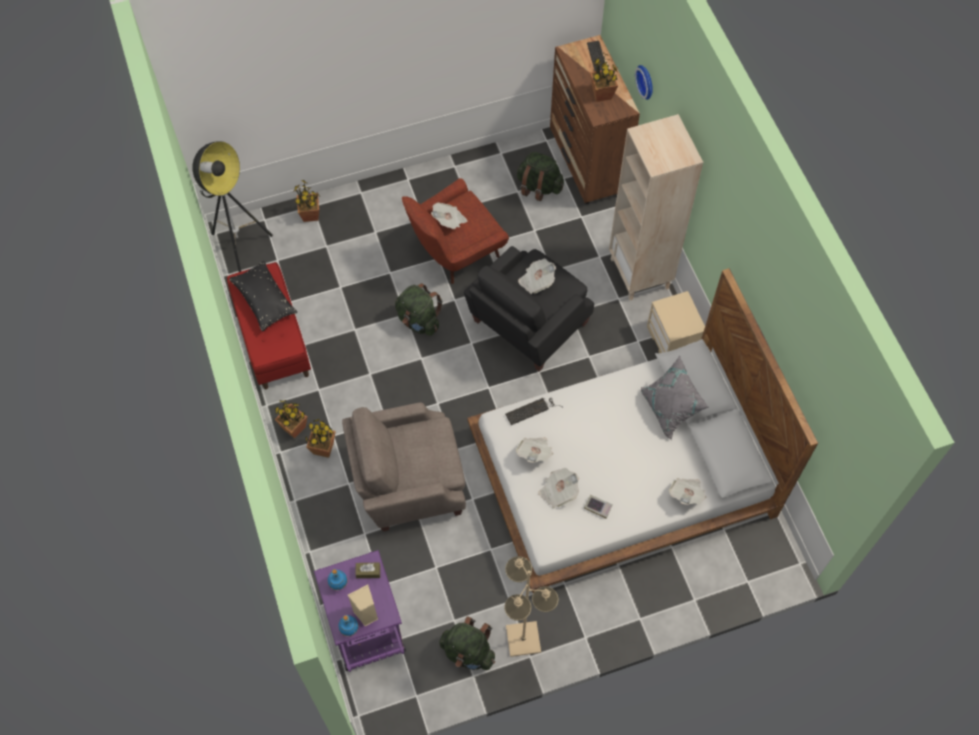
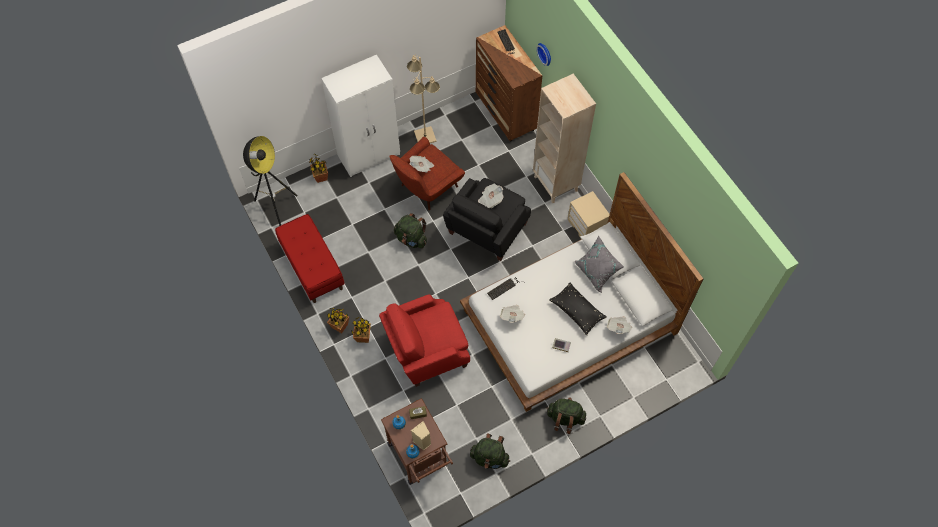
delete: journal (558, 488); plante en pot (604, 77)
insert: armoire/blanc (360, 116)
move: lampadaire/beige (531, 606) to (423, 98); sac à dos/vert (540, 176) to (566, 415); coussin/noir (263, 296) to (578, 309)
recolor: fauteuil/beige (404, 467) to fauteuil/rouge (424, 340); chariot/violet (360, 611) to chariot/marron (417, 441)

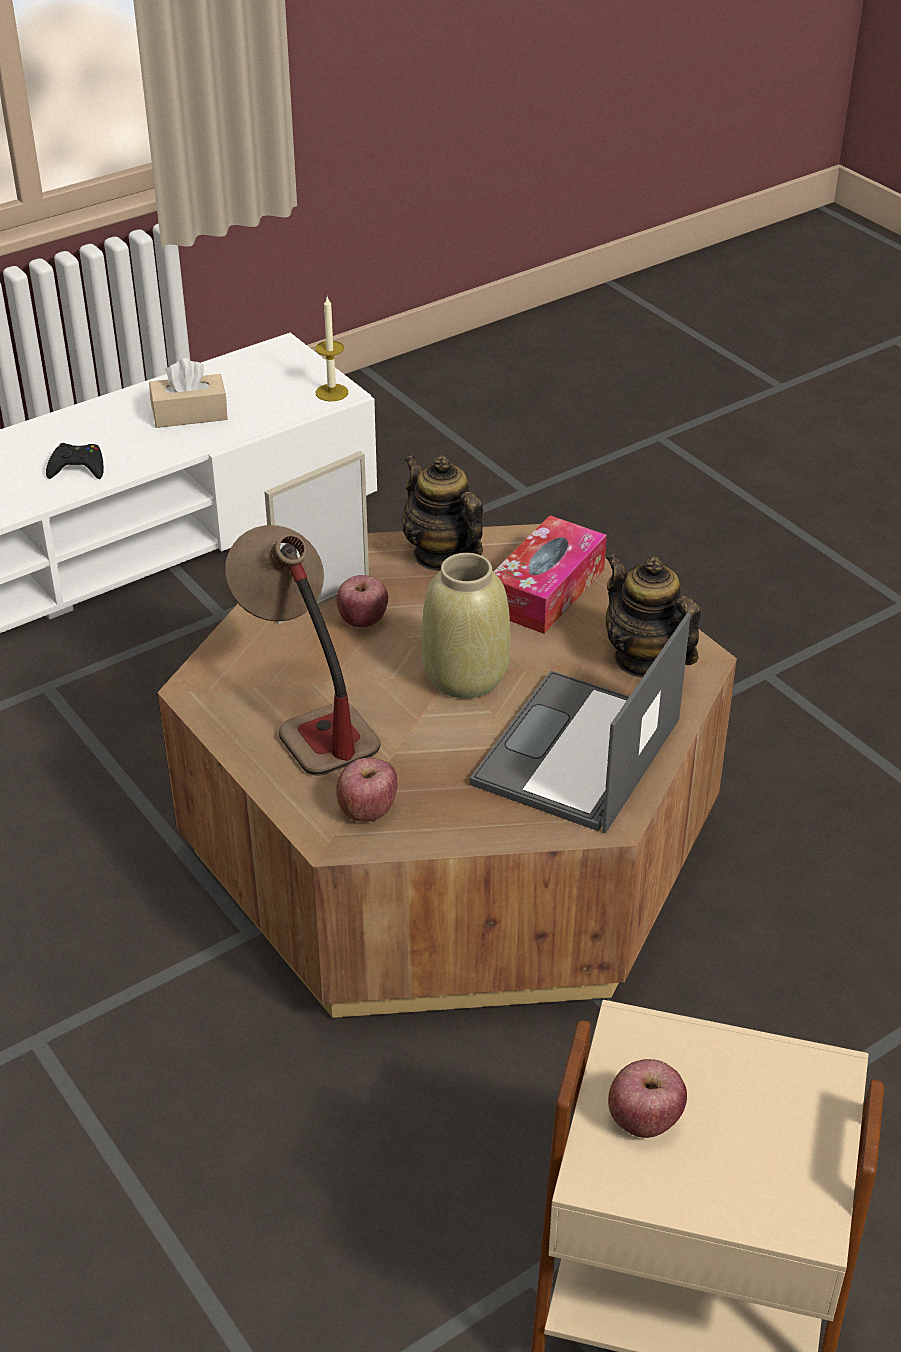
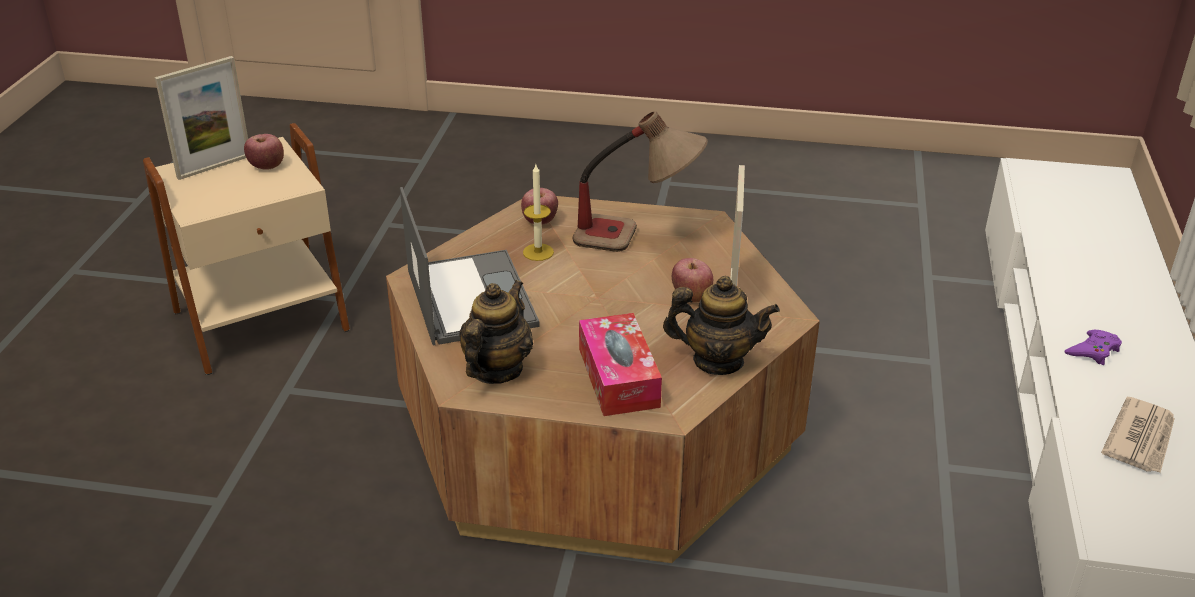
delete: vase/beige (466, 626)
insert: cadre photo (201, 118)
move: bougie (332, 349) to (538, 213)
replace: boîte à mouchoirs/beige (188, 393) to journal (1138, 435)
recolor: manette/noir (75, 461) to manette/violet (1093, 347)
rotate: théière (653, 616) = (496, 332) 75 degrees counterclockwise

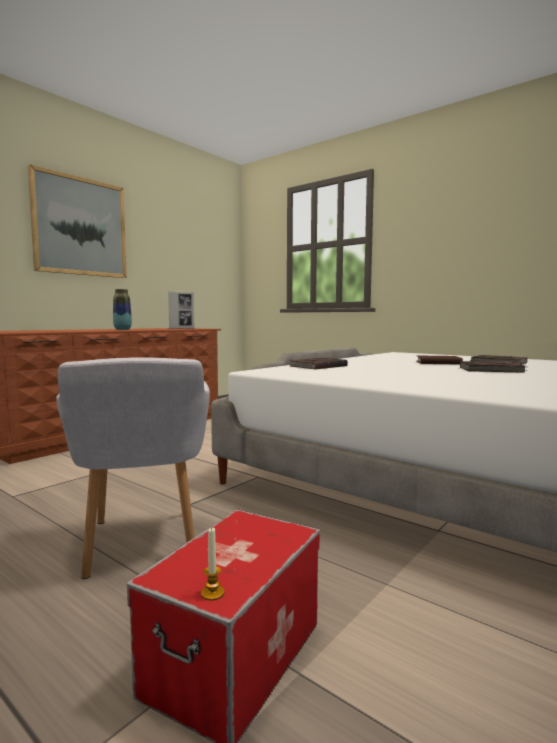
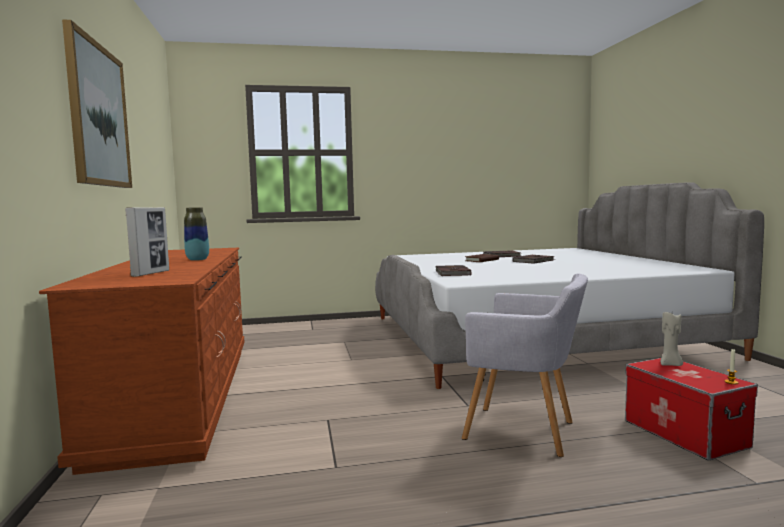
insert: bougie/beige (671, 339)
move: cadre photo (181, 310) to (147, 242)

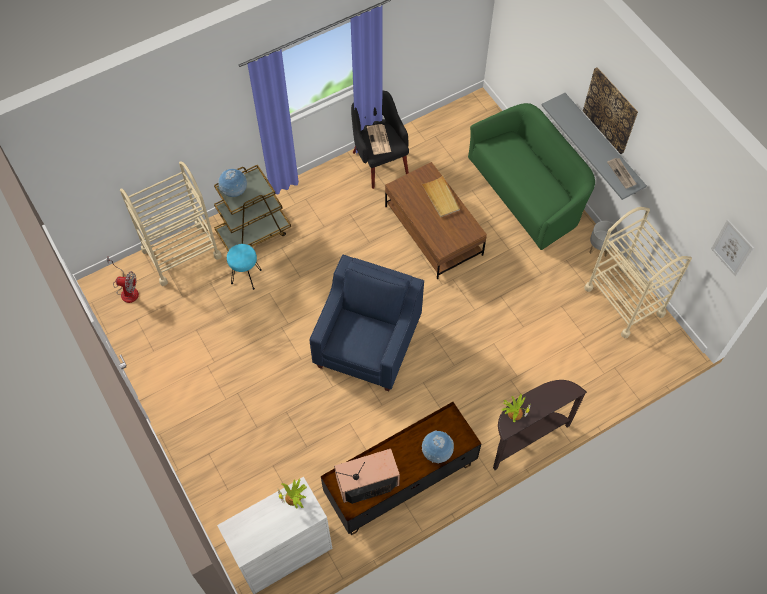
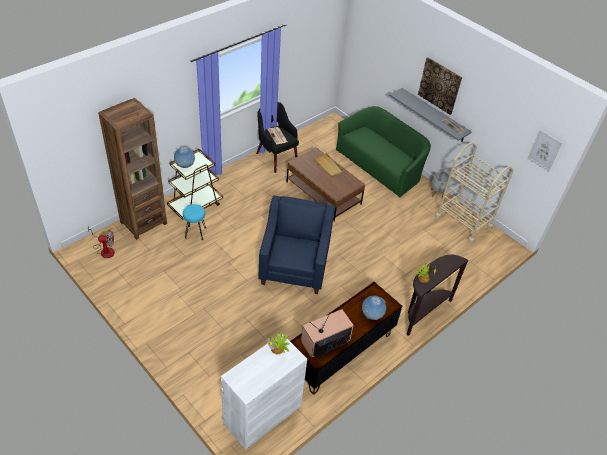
replace: chariot/beige (171, 224) to bibliothèque/marron (132, 169)

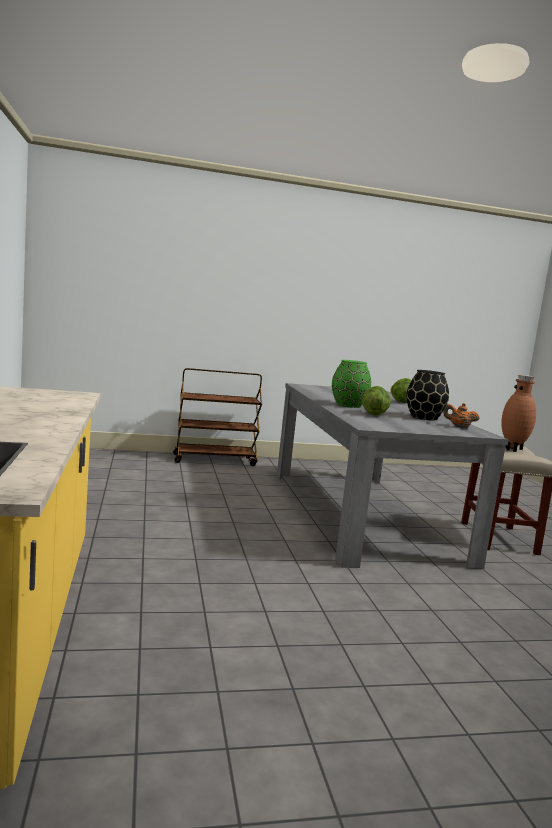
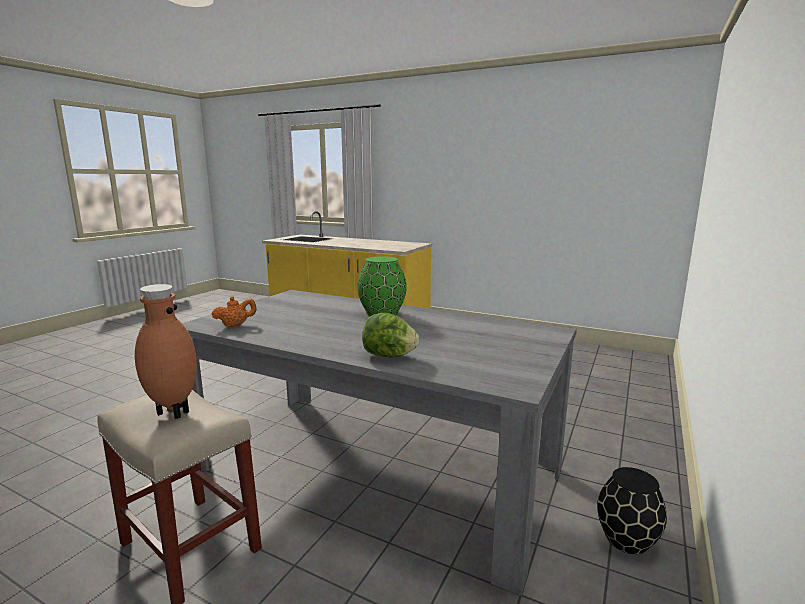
delete: chariot/marron (217, 417); laitue (376, 401)
move: vase/noir (427, 395) to (632, 510)

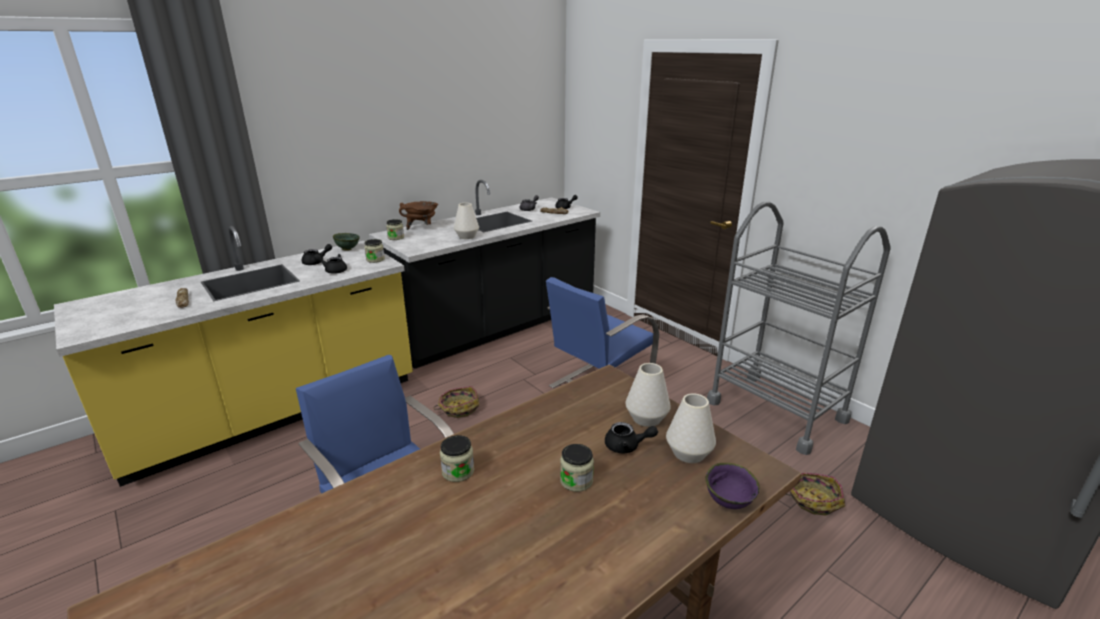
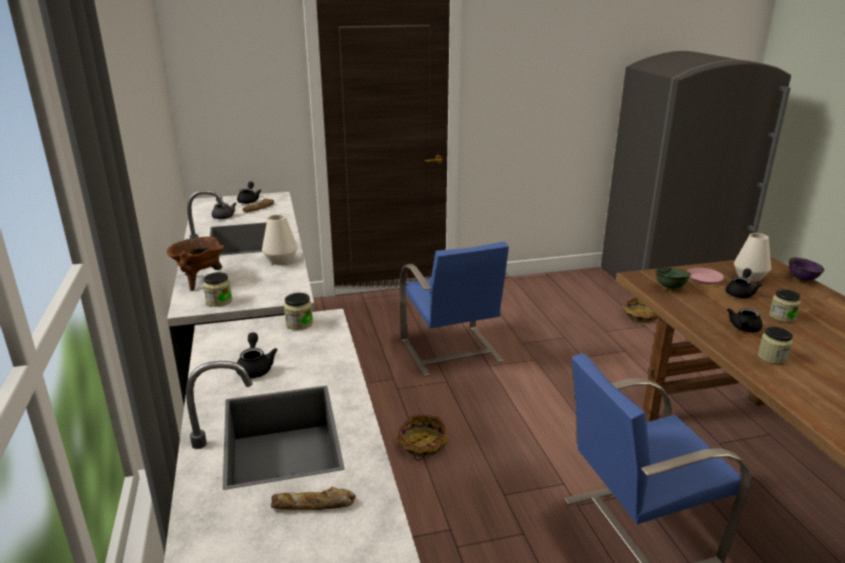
delete: chariot/gris (799, 328)
move: bol/vert (346, 242) to (673, 279); théière/noir (330, 264) to (745, 320)
replace: vase/blanc (648, 395) to assiette/rose (705, 276)

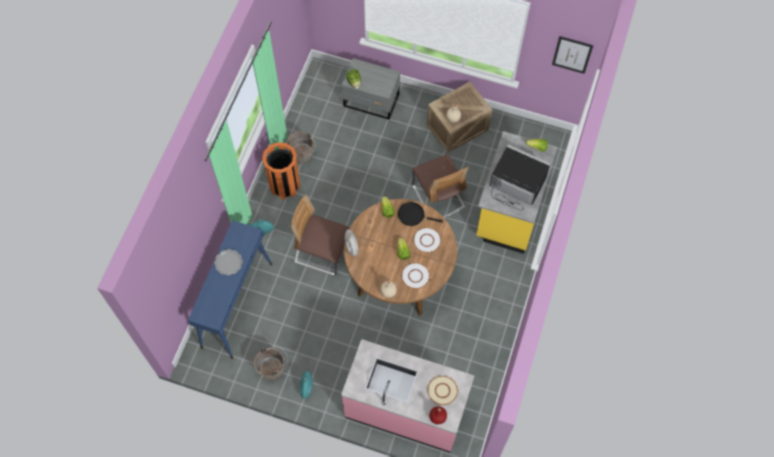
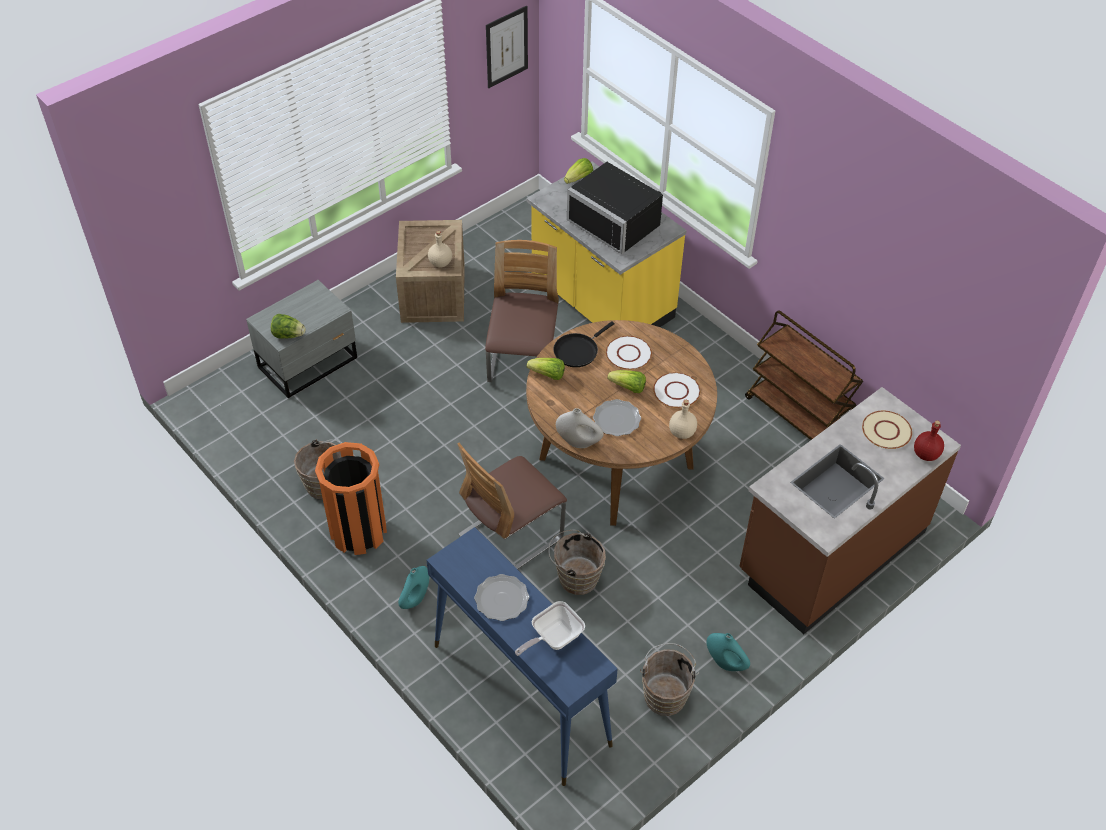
insert: poêle (550, 628); seau/marron (577, 562); assiette (617, 417); chariot/marron (804, 375)
recolor: comptoir de cuisine/rose (407, 396) to comptoir de cuisine/marron (850, 510)
rotate: chaise (440, 186) = (522, 311) 90 degrees counterclockwise; micro-ondes/noir (520, 177) = (615, 208) 105 degrees counterclockwise

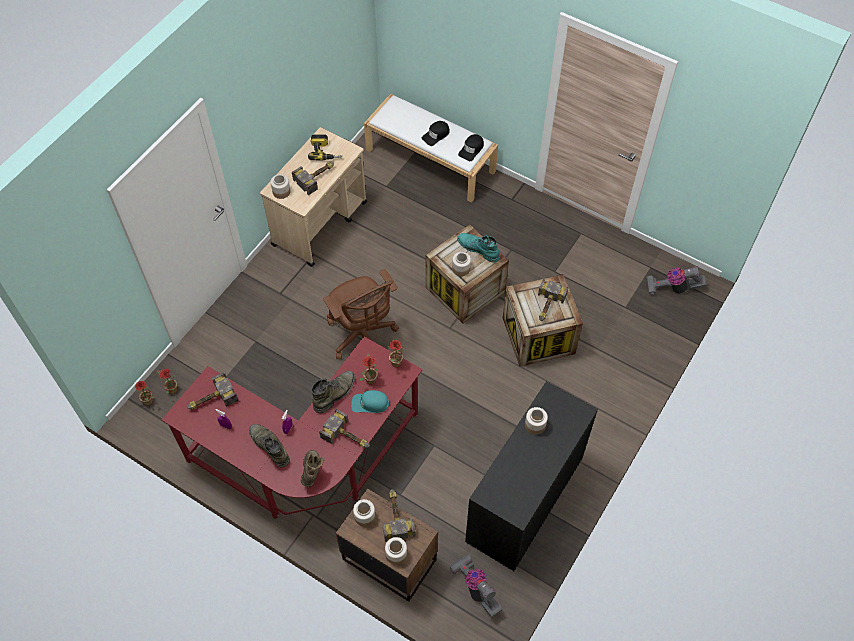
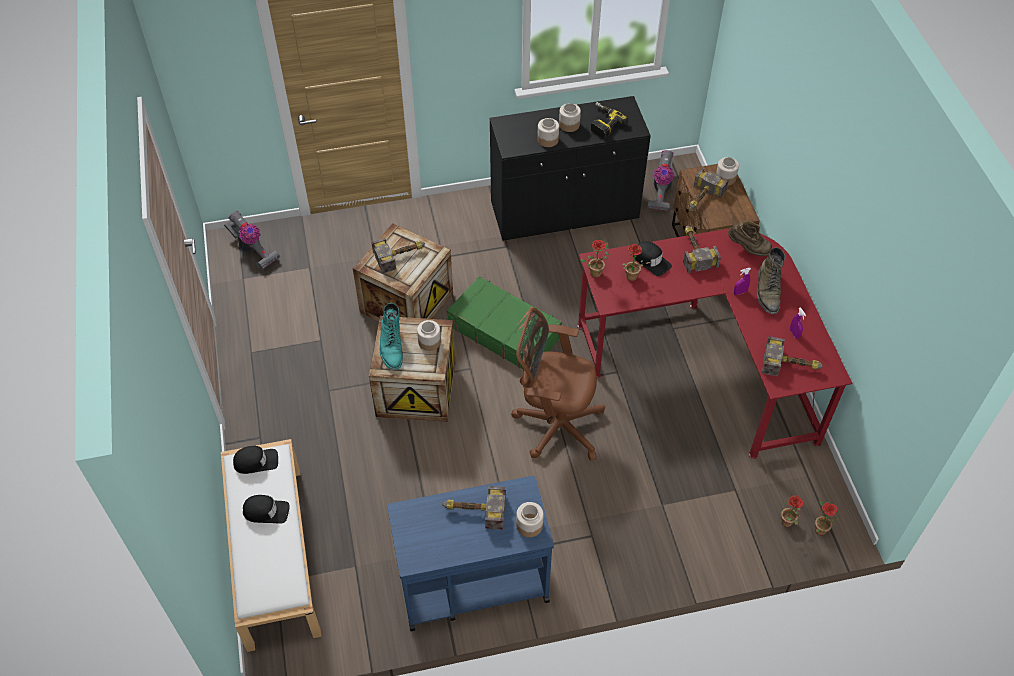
delete: botte/vert (333, 392)
insert: valise/vert (504, 322)
move: bocal (364, 513) to (570, 117); perceuse (325, 147) to (609, 120)
recolor: chariot/beige (313, 197) to chariot/bleu (470, 553); casquette/turquoise (370, 401) to casquette/noir (652, 258)
rotate: chaise de bureau/marron (361, 314) = (558, 384) 90 degrees counterclockwise; botte/marron (313, 468) = (750, 238) 120 degrees counterclockwise

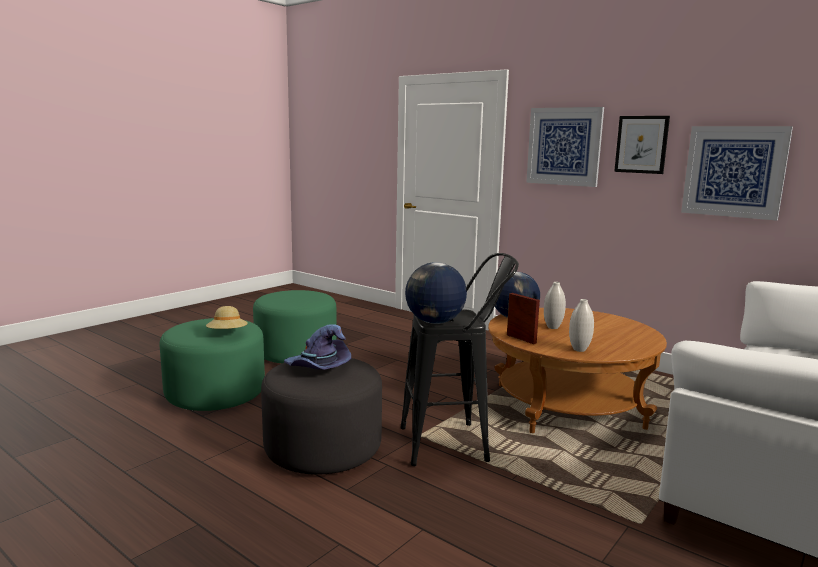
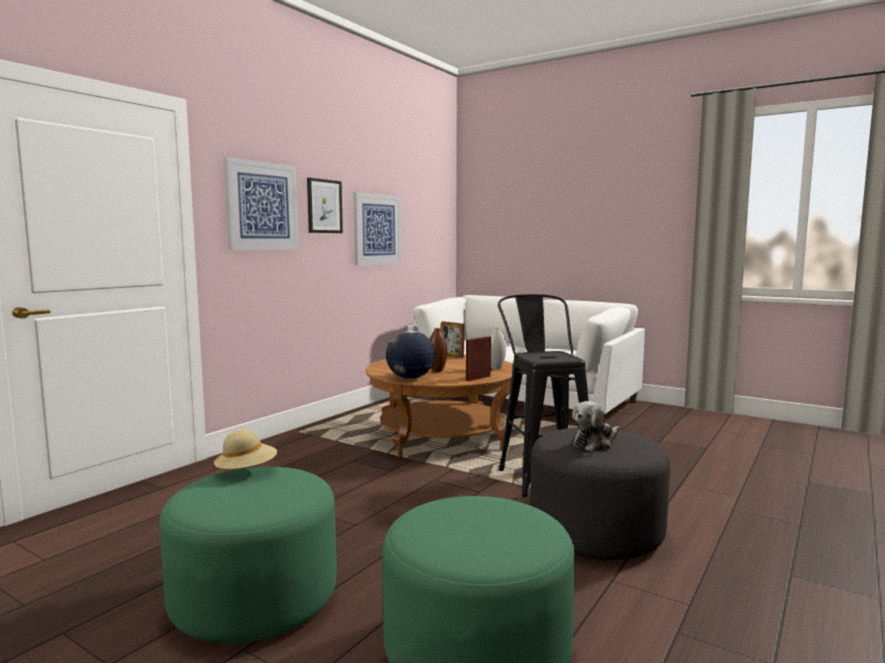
delete: globe (436, 293)
insert: cadre photo (452, 339)
move: chapeau/beige (227, 317) to (245, 451)
replace: chapeau/violet (317, 347) to peluche (596, 426)
recolor: vase/blanc (555, 305) to vase/marron (438, 350)

